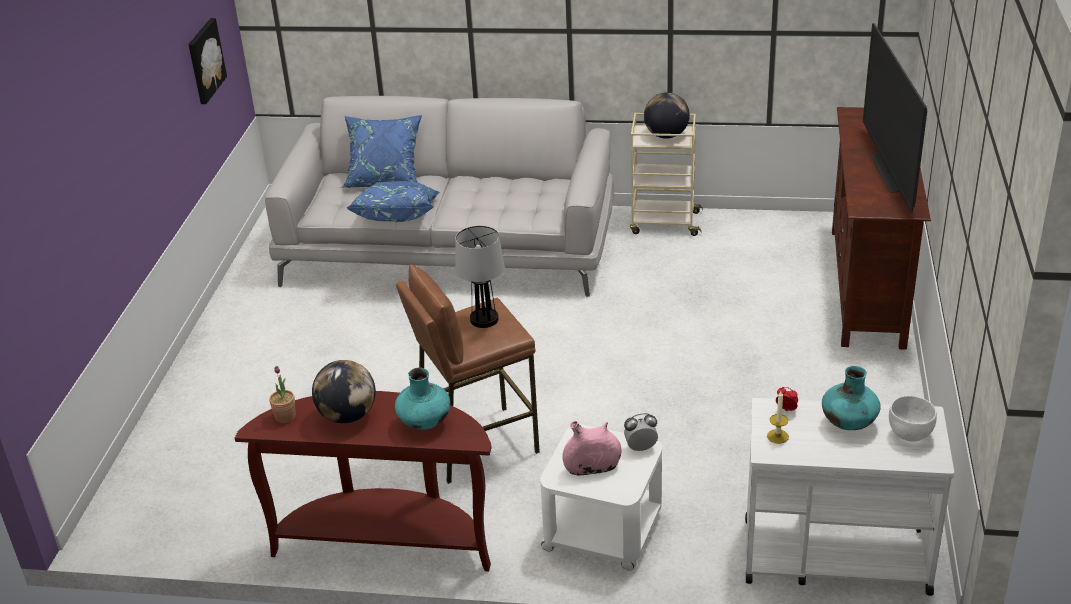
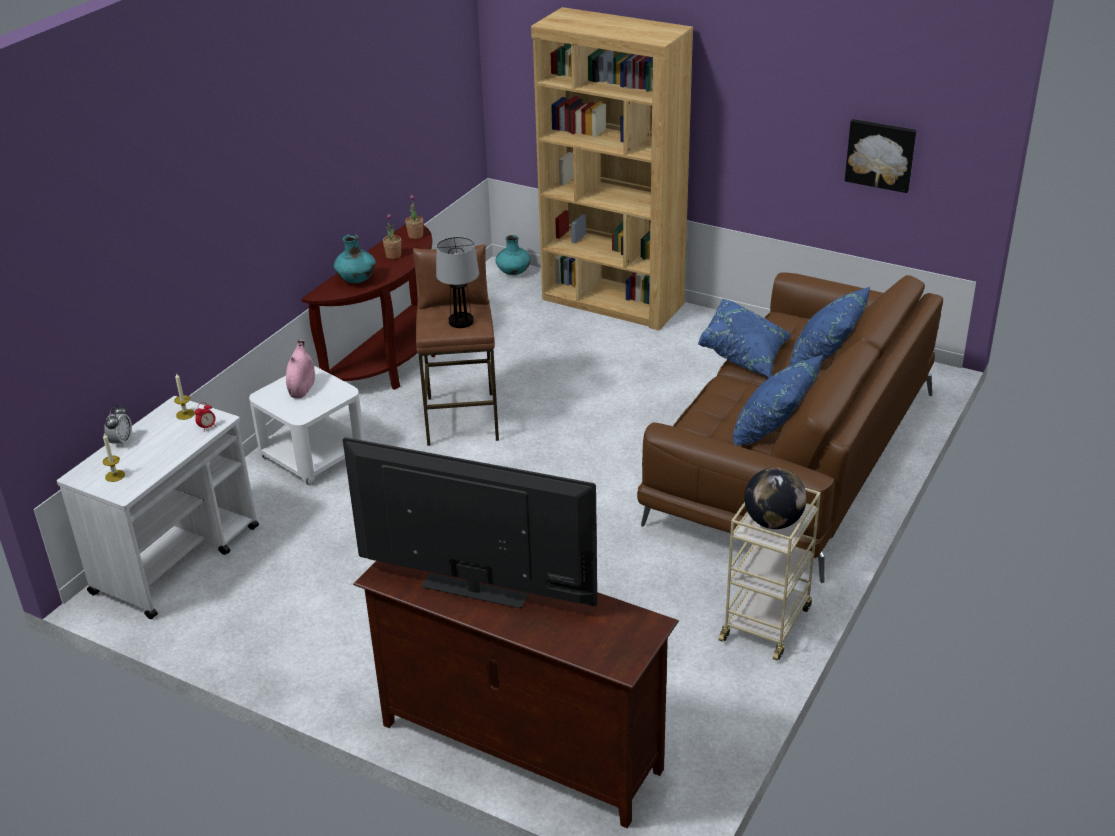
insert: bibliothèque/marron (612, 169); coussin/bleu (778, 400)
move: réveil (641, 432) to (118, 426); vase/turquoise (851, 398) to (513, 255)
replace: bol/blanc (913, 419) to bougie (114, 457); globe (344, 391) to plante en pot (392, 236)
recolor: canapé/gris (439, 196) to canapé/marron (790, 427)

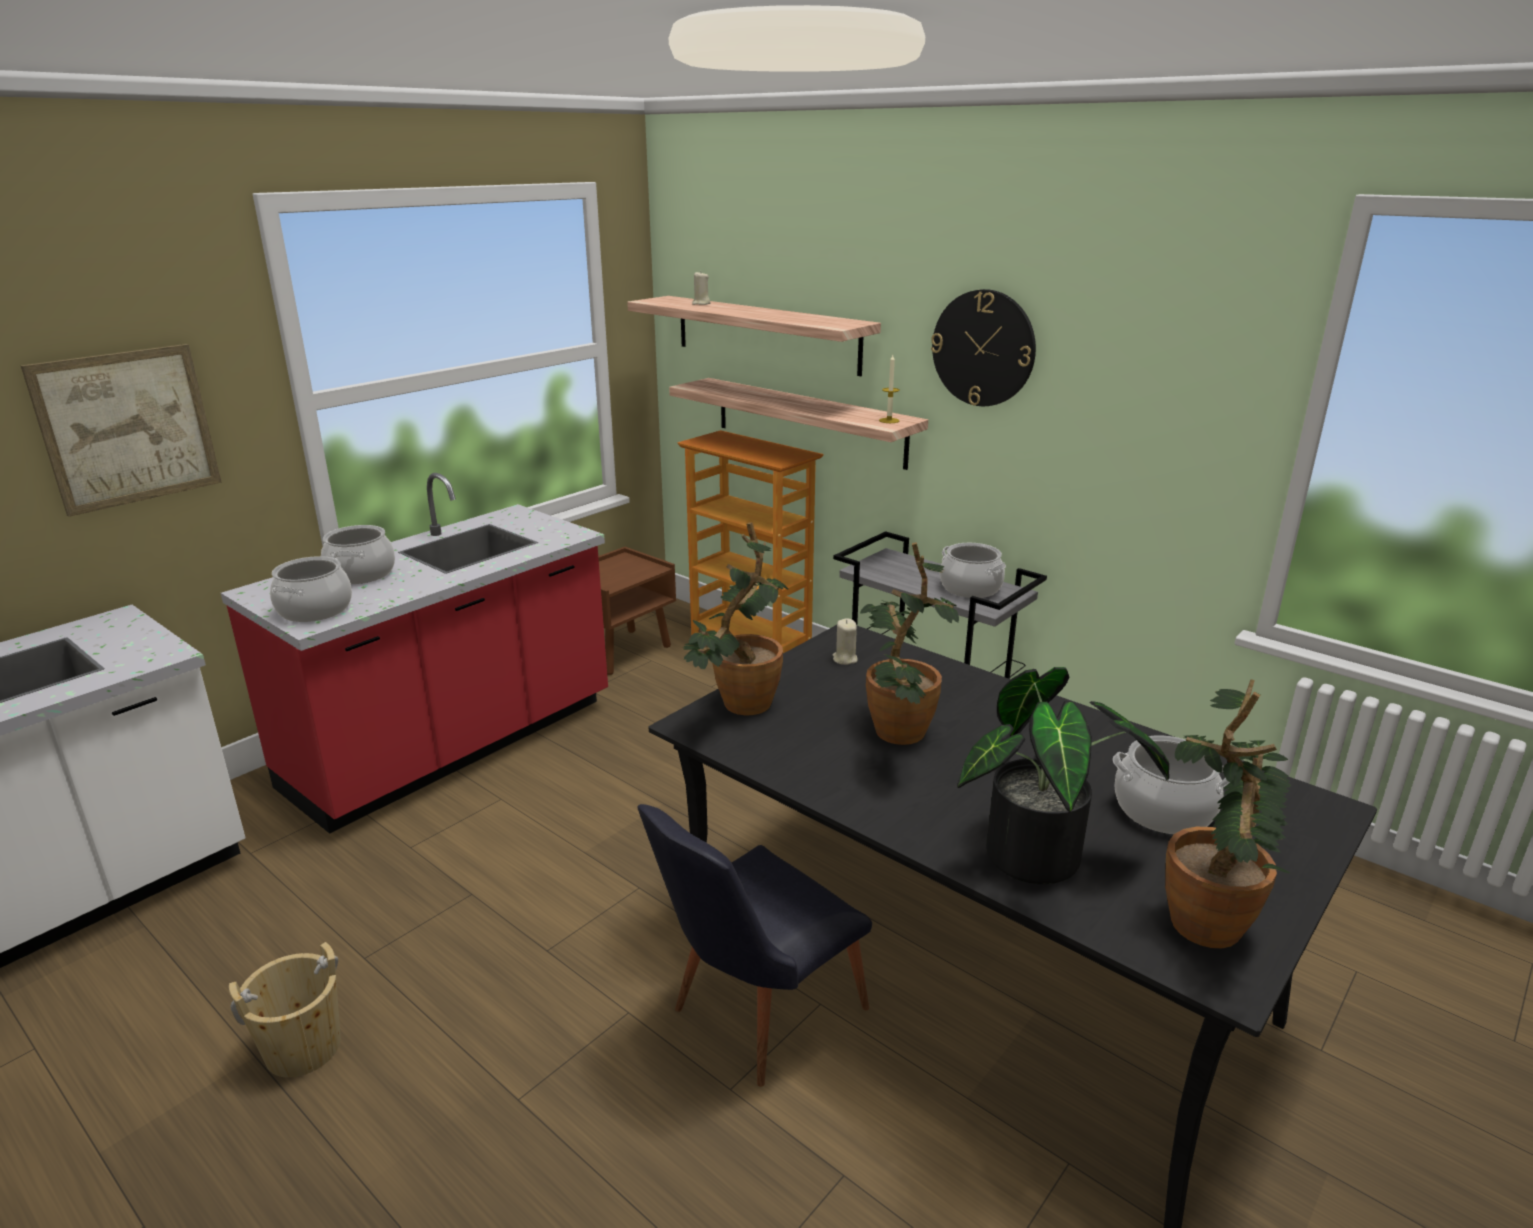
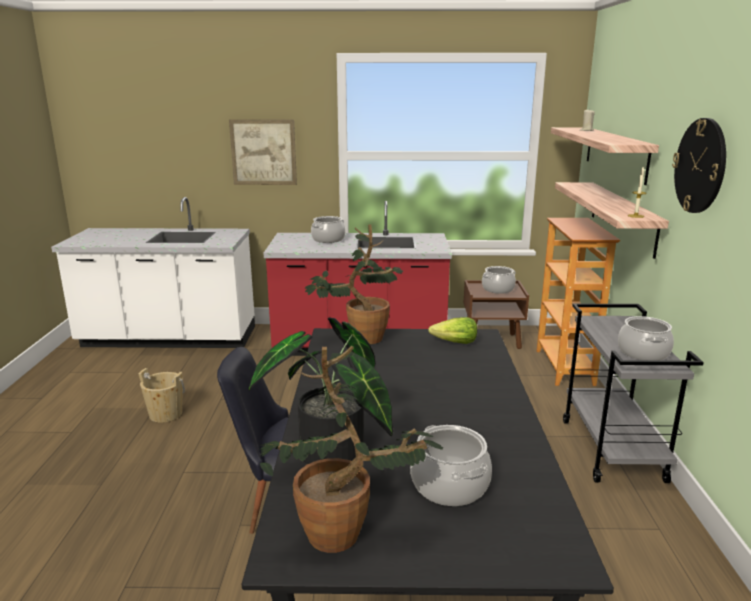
delete: plante en pot (909, 643)
move: marmite (311, 589) to (499, 280)
replace: bougie/beige (845, 641) to laitue (452, 330)

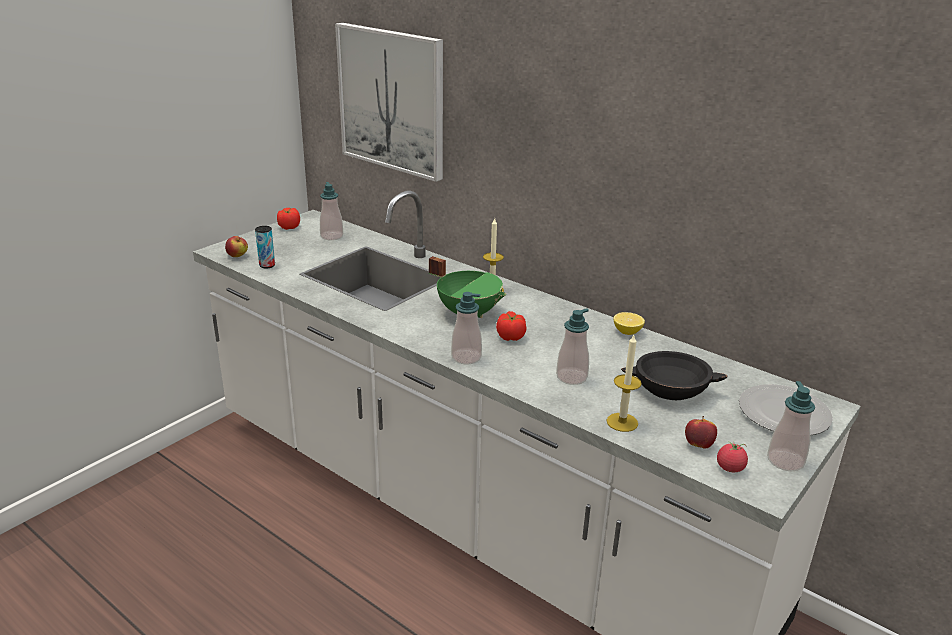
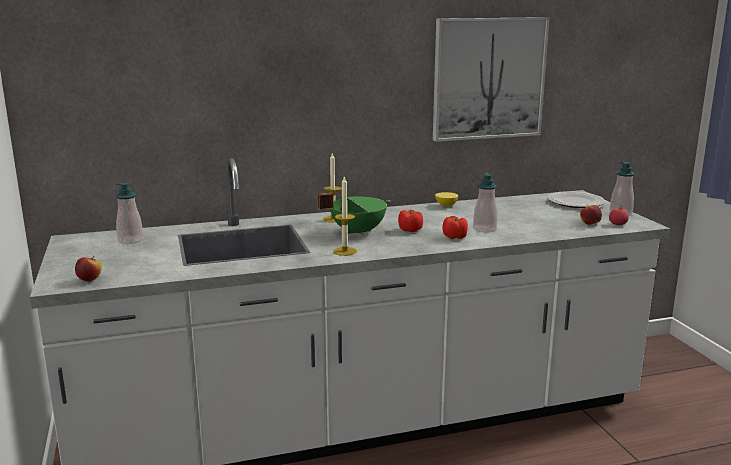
delete: boîte métallique (265, 247); distributeur de savon (466, 328); bol/noir (674, 375)
move: bougie (624, 383) to (345, 216); tableau (389, 102) to (491, 79); tomate (288, 219) to (455, 227)

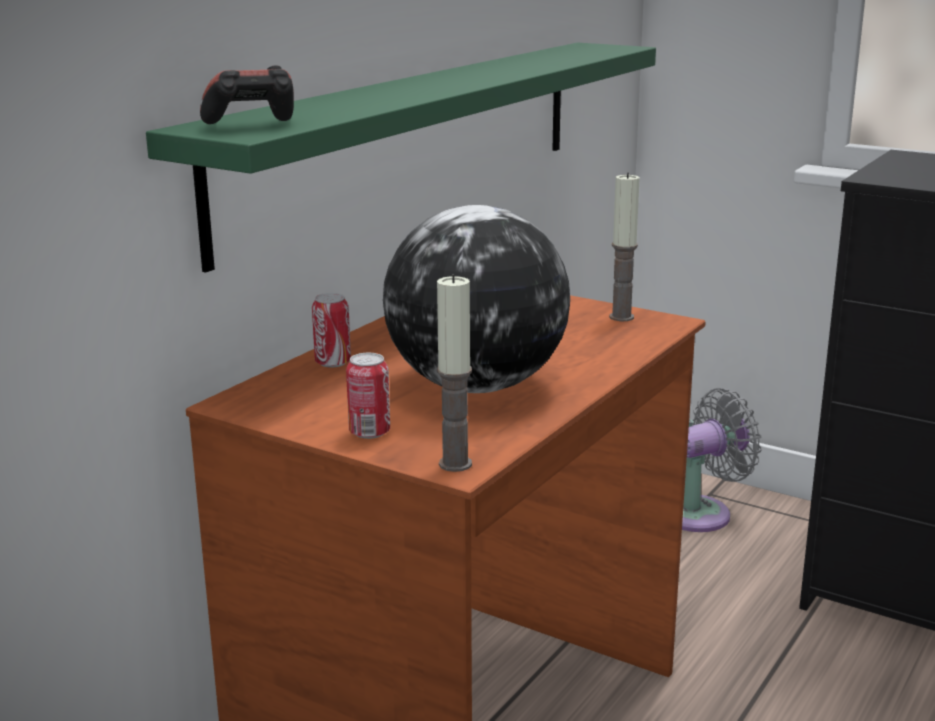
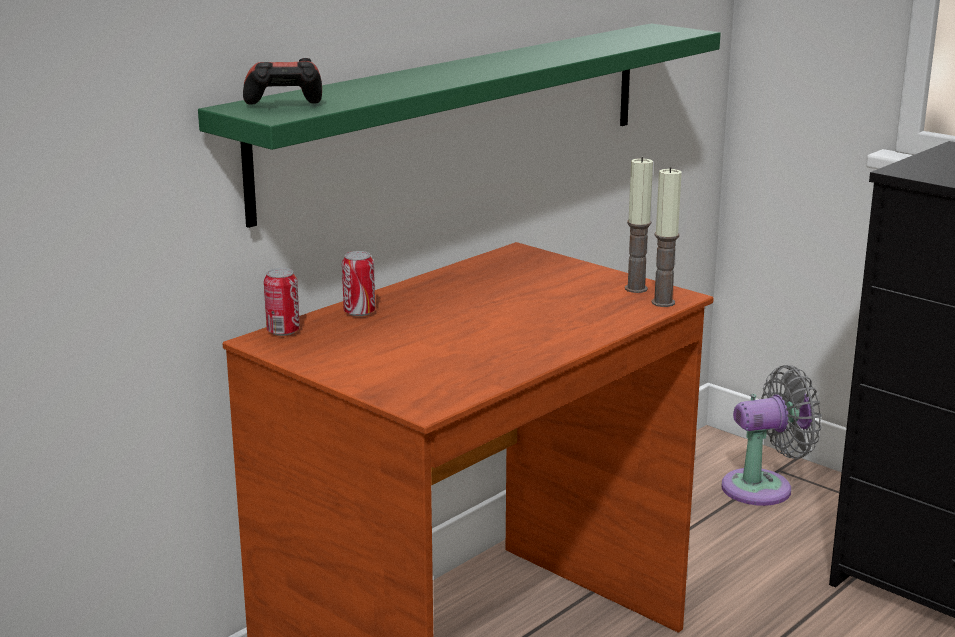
delete: globe (476, 299)
move: boîte métallique (368, 396) to (282, 302); bougie (454, 373) to (666, 237)

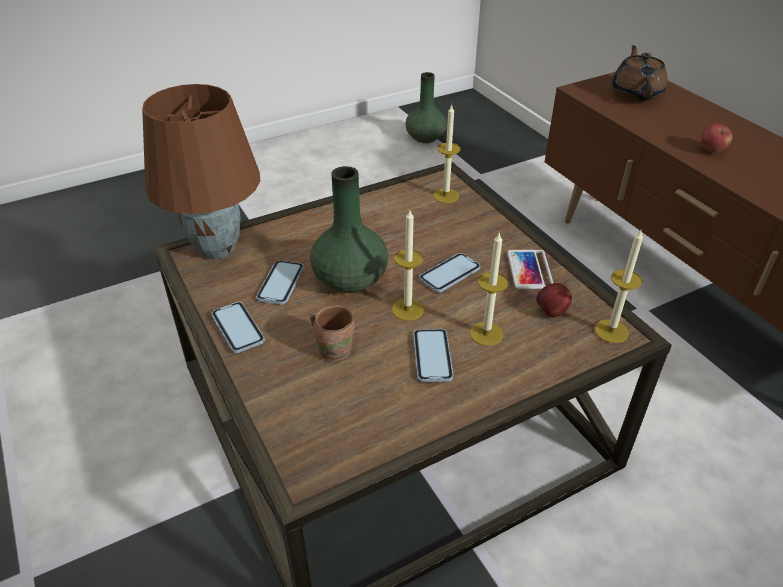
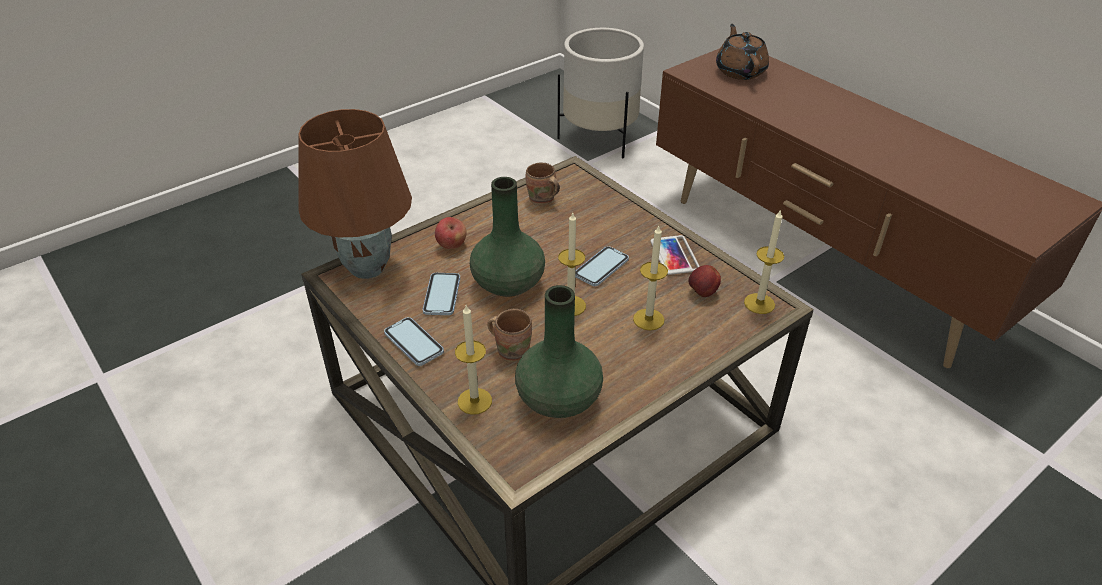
delete: téléphone (433, 355)
insert: mug/marron (543, 184); cache-pot/blanc (600, 93)
move: pomme (716, 138) to (451, 233); bougie (447, 153) to (473, 360); vase/vert (426, 107) to (559, 351)

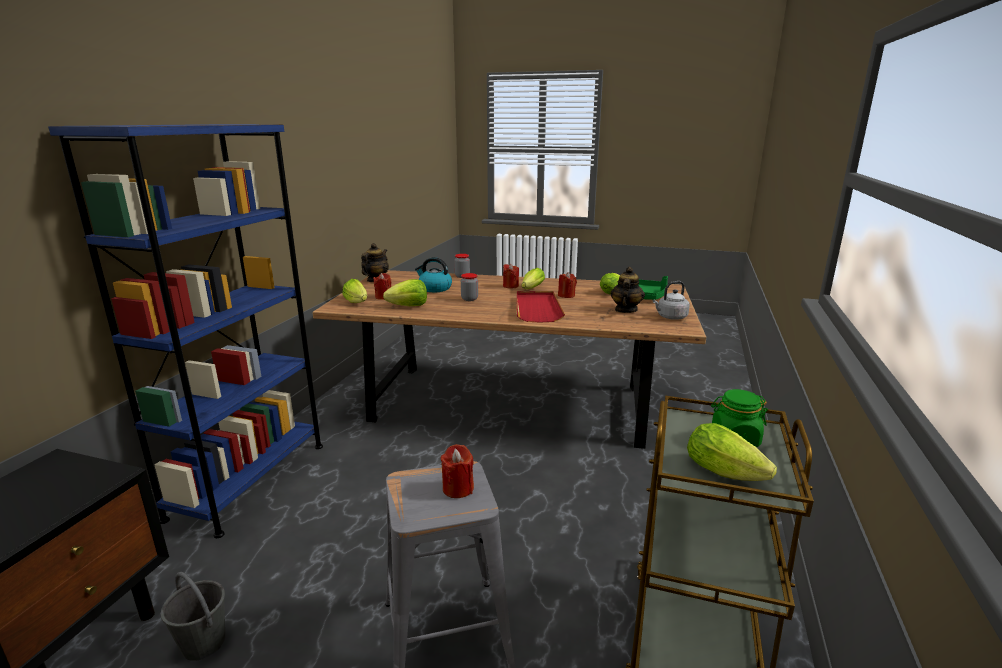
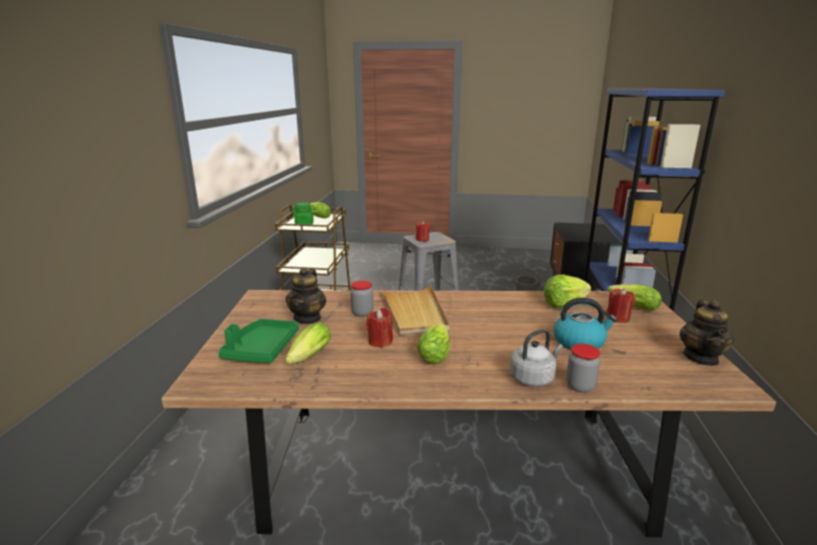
delete: bougie/rouge (511, 276)
move: bocal (469, 287) to (362, 298); bouilloire/gris (671, 300) to (536, 358)
recolor: plateau/rouge (540, 307) to plateau/beige (415, 309)

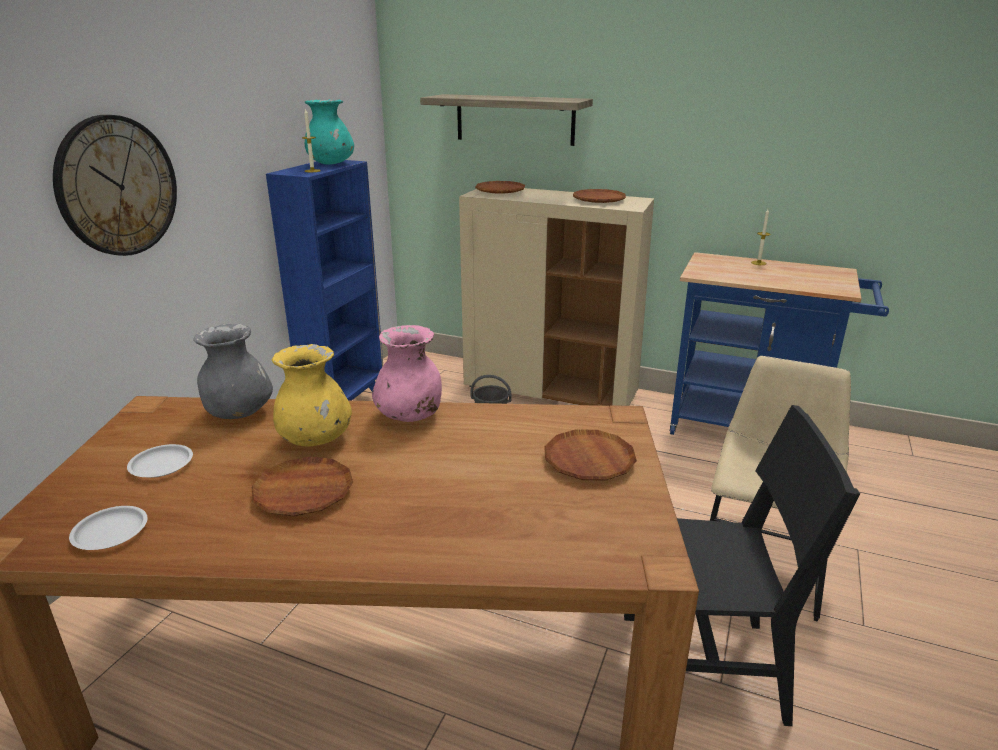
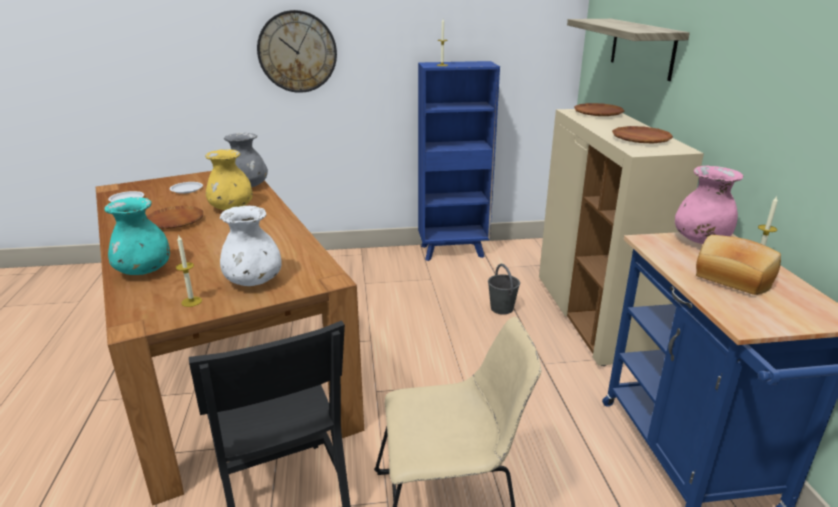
insert: bougie (189, 271); pain (738, 265)
move: vase/turquoise (329, 132) to (137, 236); vase/rose (407, 373) to (709, 205)
replace: assiette/marron (590, 455) to vase/blanc (251, 246)

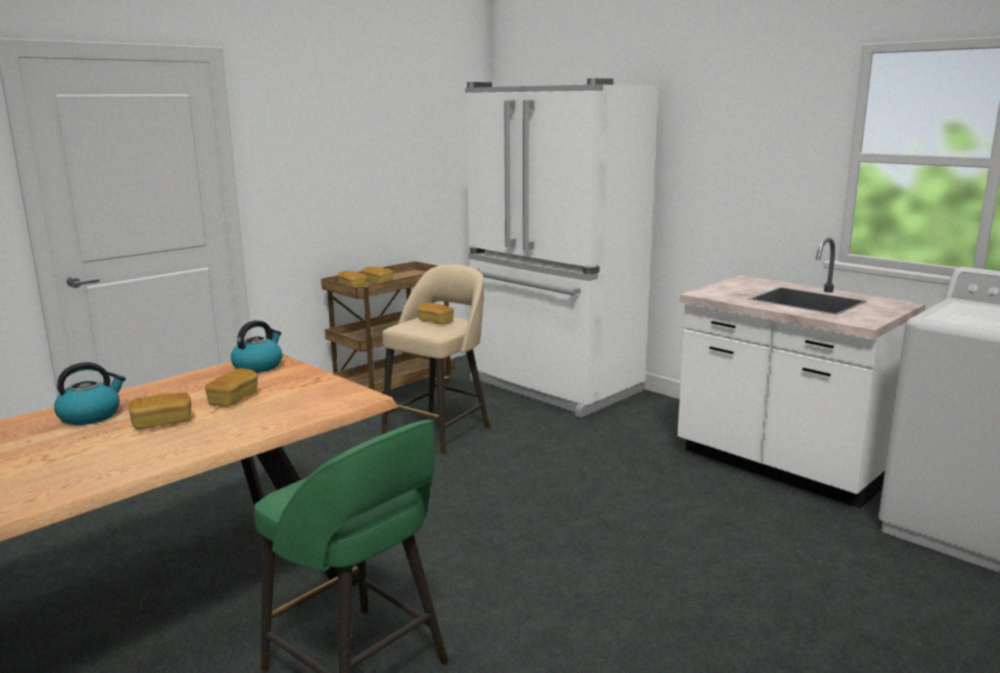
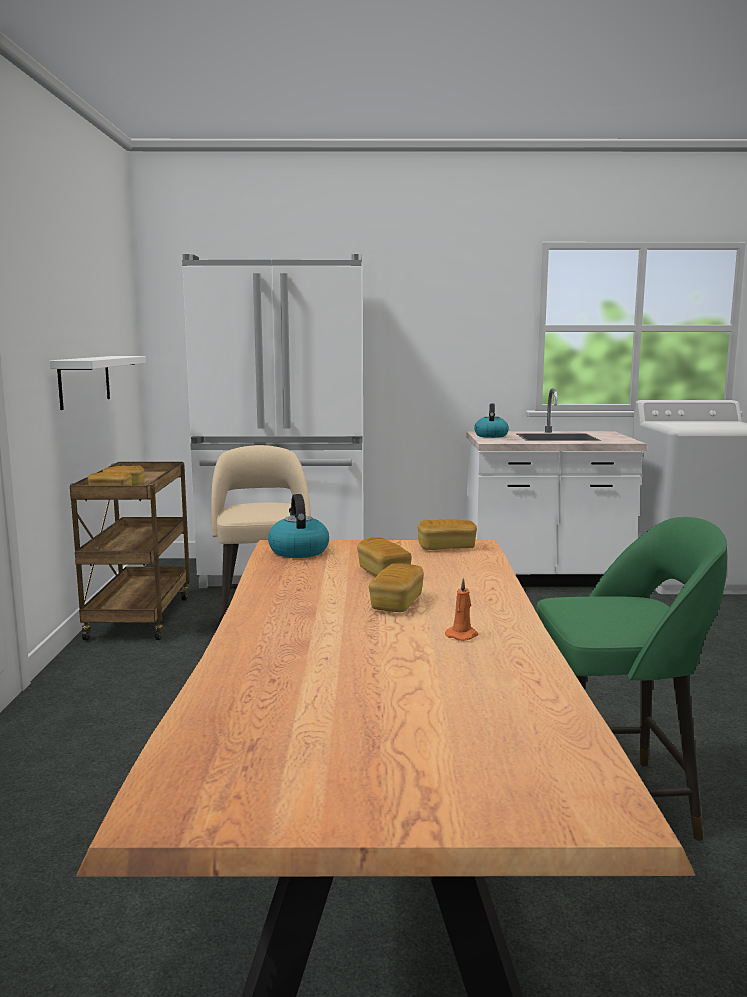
insert: étagère/blanc (97, 383); bougie/orange (461, 609)
move: pain (435, 313) to (447, 534); bouilloire (90, 393) to (491, 420)

